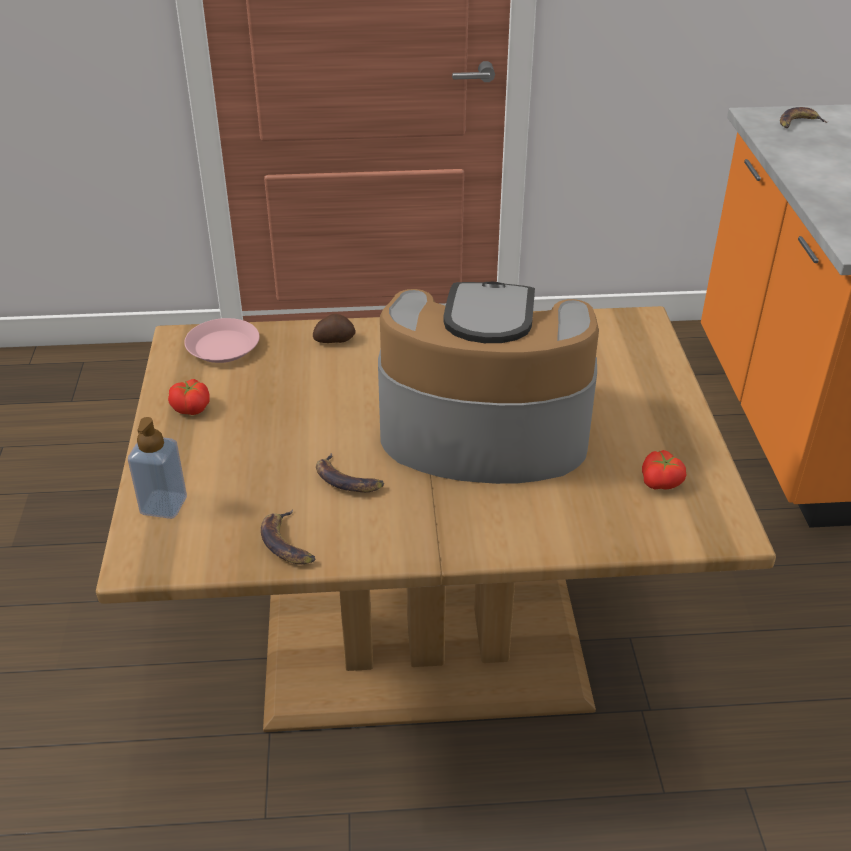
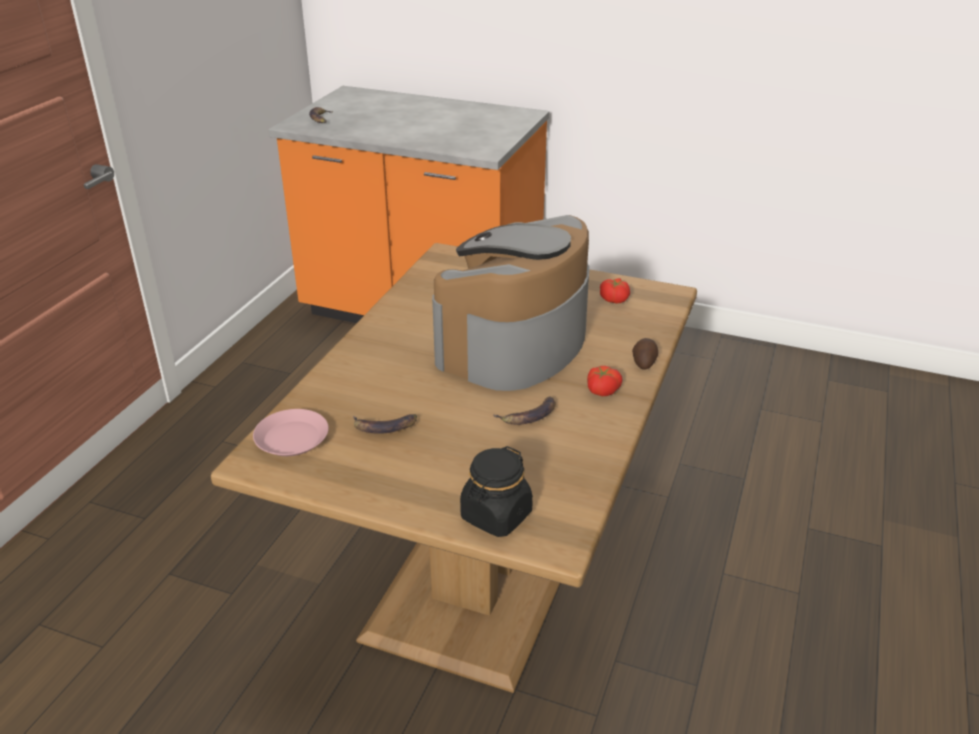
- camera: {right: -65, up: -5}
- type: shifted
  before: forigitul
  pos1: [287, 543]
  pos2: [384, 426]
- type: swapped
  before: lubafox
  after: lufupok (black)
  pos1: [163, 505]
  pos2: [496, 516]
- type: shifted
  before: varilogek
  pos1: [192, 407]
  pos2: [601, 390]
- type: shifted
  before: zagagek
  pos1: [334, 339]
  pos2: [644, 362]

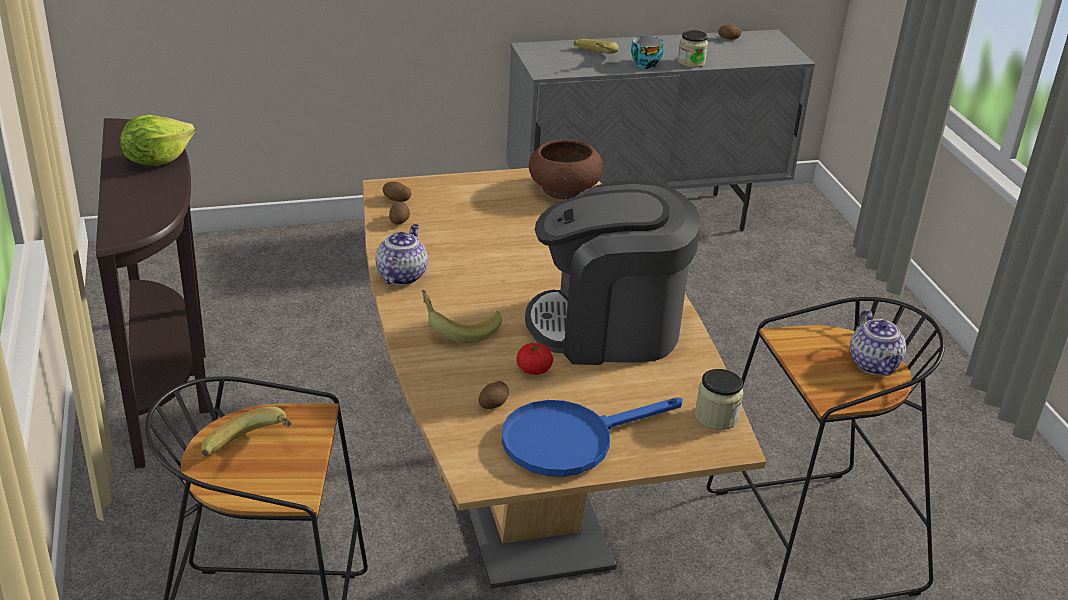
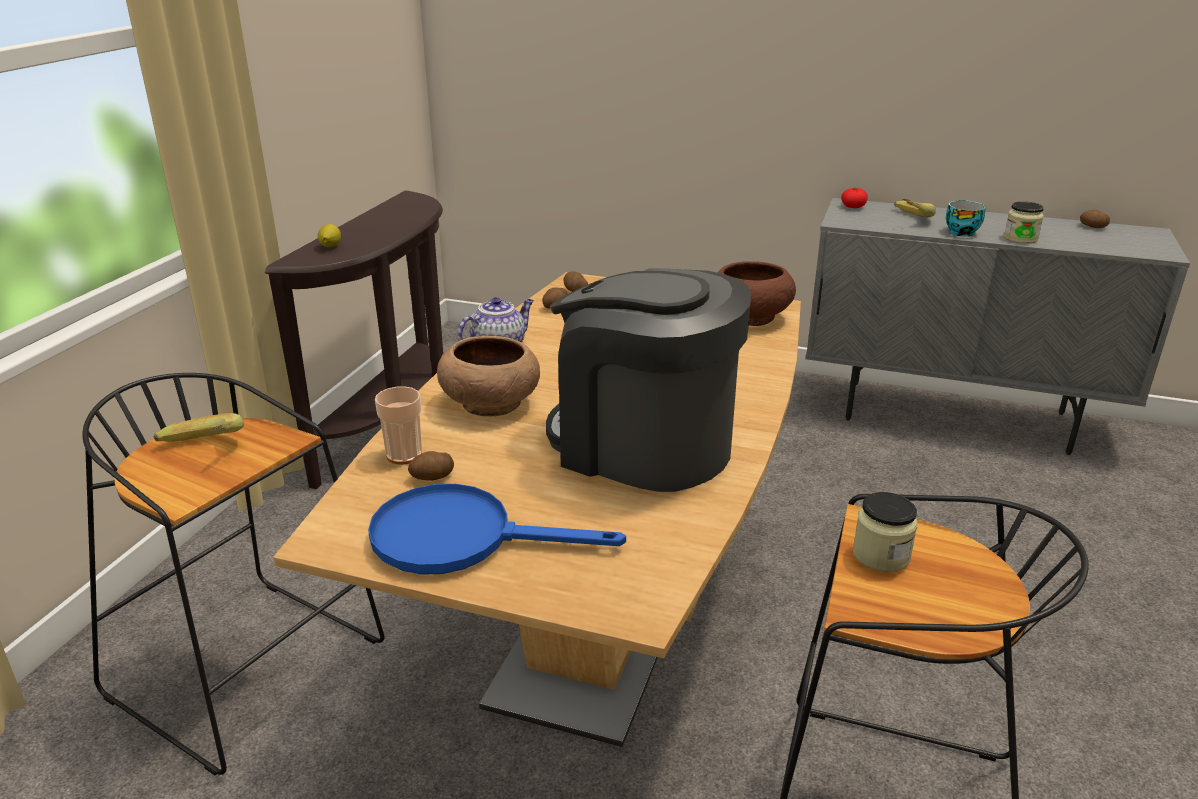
- camera: {right: 35, up: -5}
- type: new
  after: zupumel
  pos2: [330, 247]
- type: new
  after: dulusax
  pos2: [404, 455]
- type: swapped
  before: forigitul
  after: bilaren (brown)
  pos1: [459, 328]
  pos2: [491, 403]
- type: shifted
  before: varilogek
  pos1: [534, 369]
  pos2: [853, 207]
- type: shifted
  before: lufupok
  pos1: [716, 417]
  pos2: [881, 555]
- type: gone
  before: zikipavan
  pos1: [156, 160]
- type: gone
  before: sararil
  pos1: [874, 365]

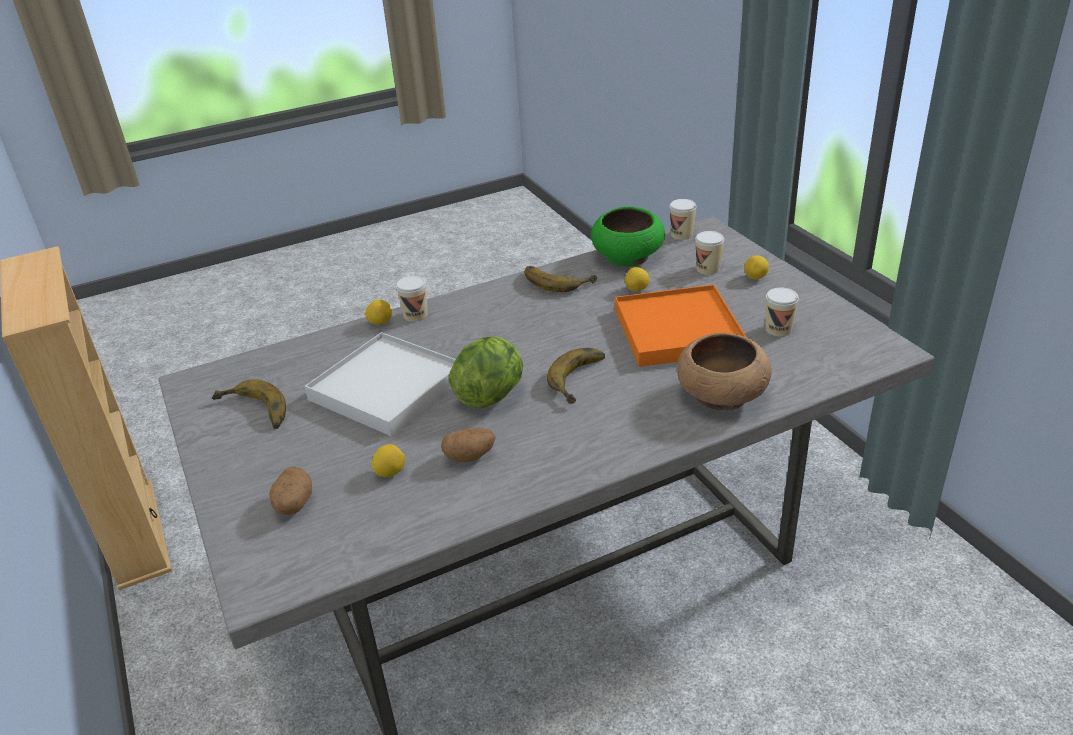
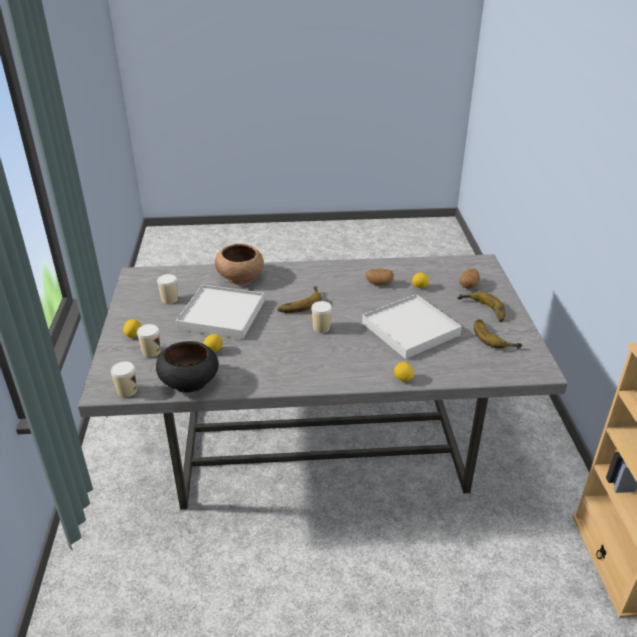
- camera: {right: -160, up: 0}
- type: repainted
  before: bilaren (green)
  after: bilaren (black)
  pos1: [628, 257]
  pos2: [189, 381]
- type: repainted
  before: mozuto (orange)
  after: mozuto (white)
  pos1: [678, 330]
  pos2: [221, 315]
- type: shifted
  before: dulusax
  pos1: [415, 315]
  pos2: [321, 328]
- type: shifted
  before: forigitul
  pos1: [558, 280]
  pos2: [481, 310]
- type: gone
  before: zikipavan
  pos1: [491, 395]

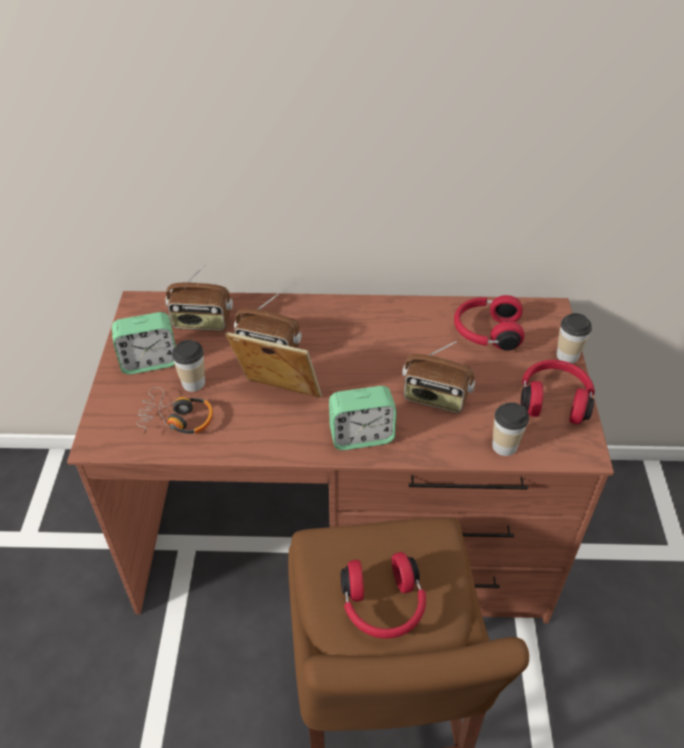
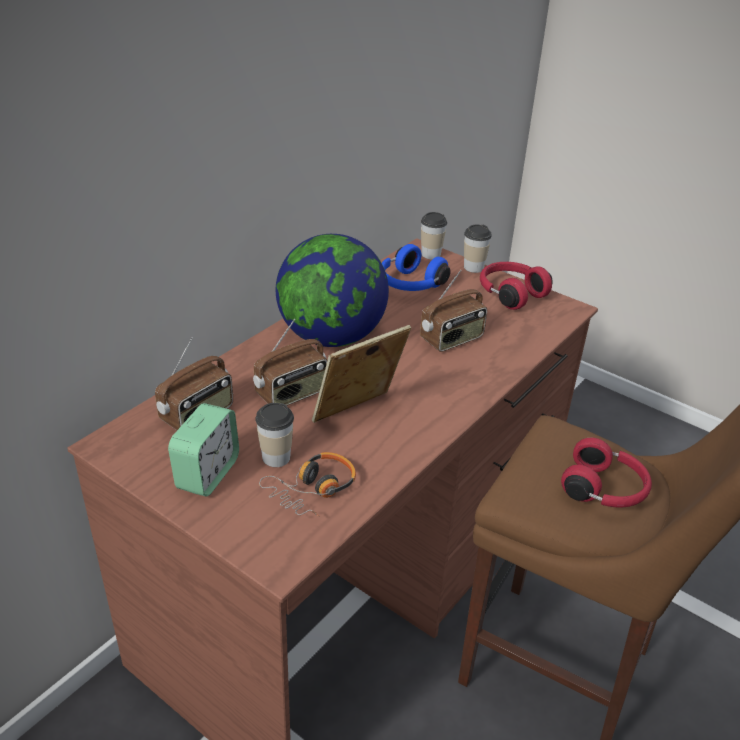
- camera: {right: -55, up: -10}
- type: new
  after: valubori
  pos2: [331, 337]
- type: repainted
  before: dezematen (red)
  after: dezematen (blue)
  pos1: [486, 332]
  pos2: [410, 284]
- type: shifted
  before: dulusax
  pos1: [504, 446]
  pos2: [431, 254]
- type: gone
  before: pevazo
  pos1: [361, 436]

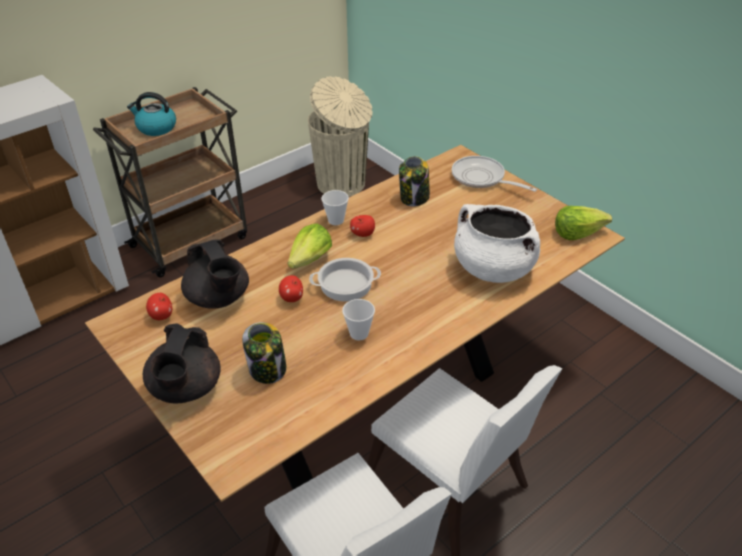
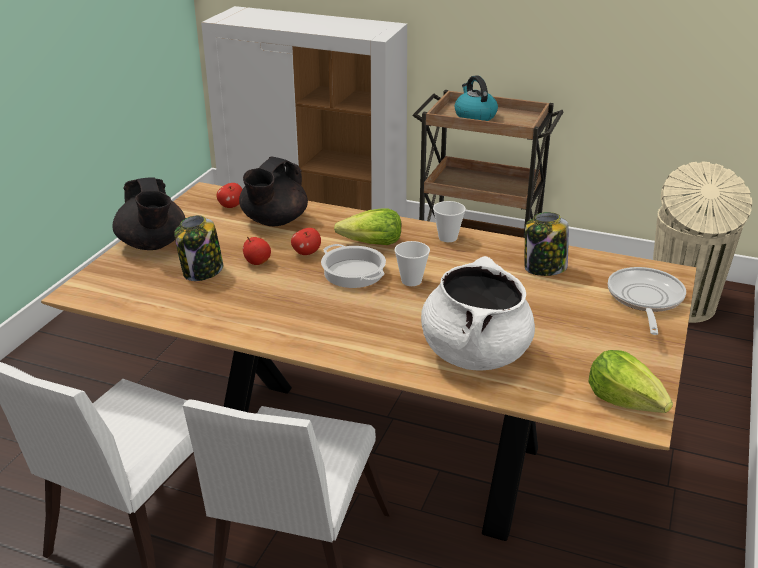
- camera: {right: 60, up: -10}
- type: rotated
  before: sararil (black)
  pos1: [185, 389]
  pos2: [153, 244]
  turn: -90
- type: shifted
  before: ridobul
  pos1: [363, 234]
  pos2: [257, 262]
- type: shifted
  before: dulusax
  pos1: [359, 333]
  pos2: [411, 281]

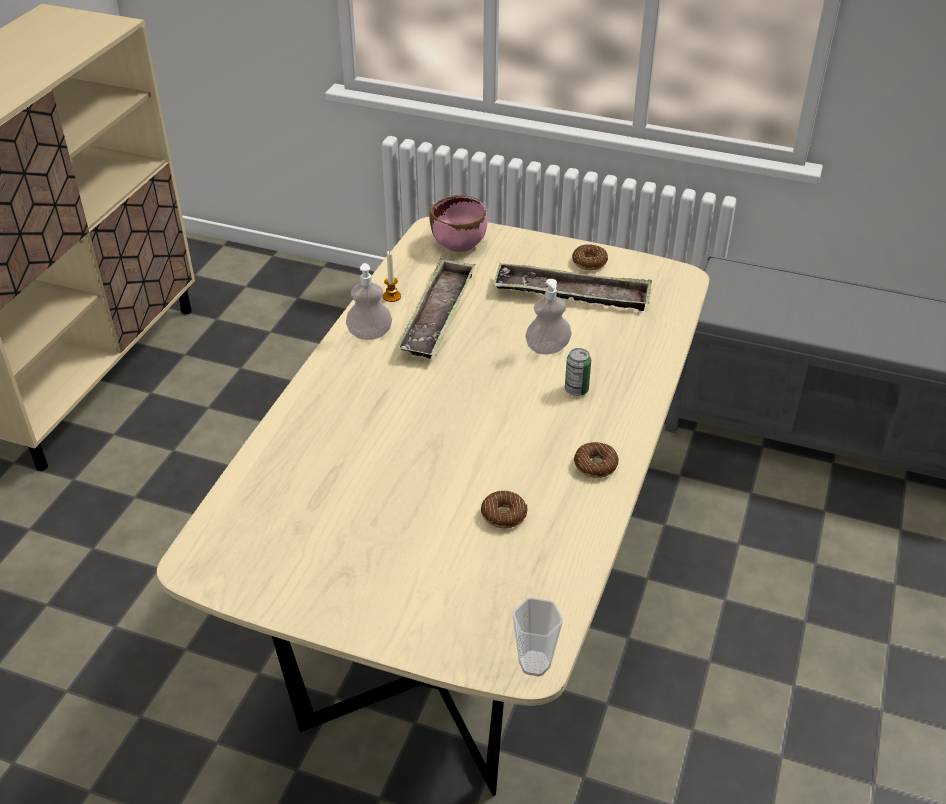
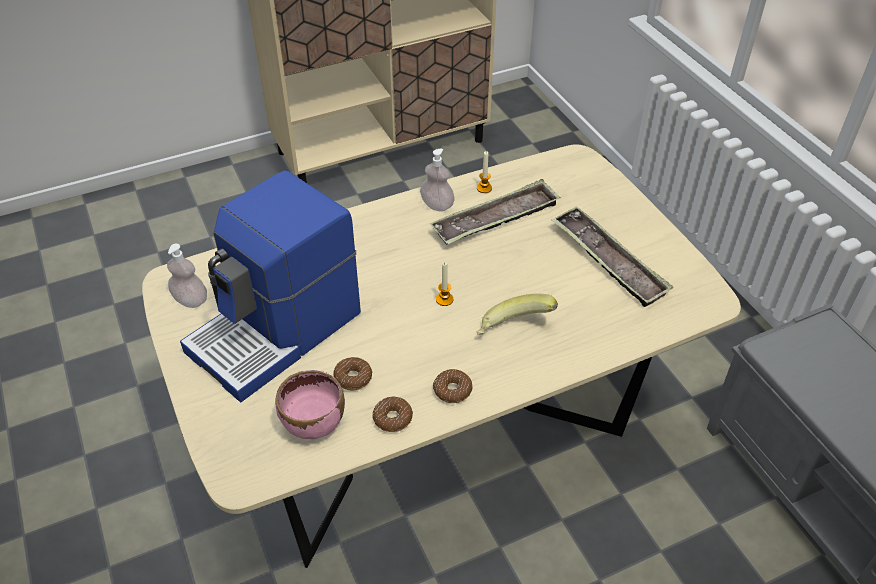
- camera: {right: 45, up: 5}
- type: shifted
  before: lubafox
  pos1: [547, 348]
  pos2: [190, 300]
- type: new
  after: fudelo
  pos2: [277, 332]
- type: shifted
  before: bilaren (pink)
  pos1: [459, 243]
  pos2: [313, 423]
- type: shifted
  before: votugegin
  pos1: [589, 262]
  pos2: [393, 418]
- type: new
  after: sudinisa
  pos2: [444, 299]
- type: swapped
  before: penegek
  after: forigitul
  pos1: [576, 390]
  pos2: [514, 330]
- type: gone
  before: dulusax
  pos1: [534, 663]

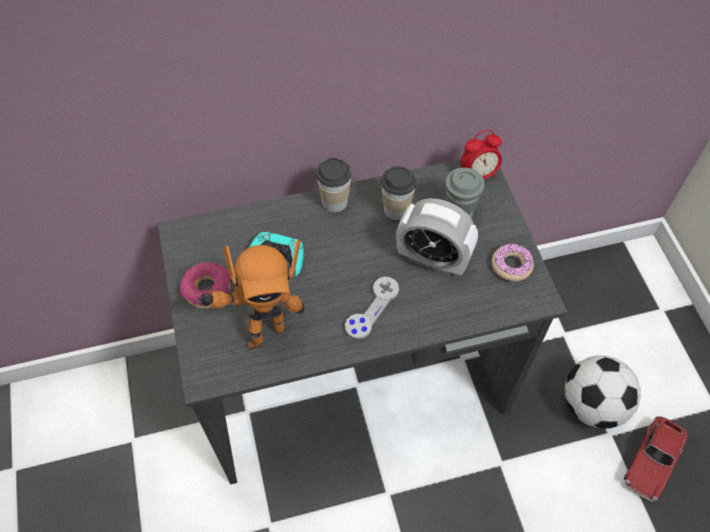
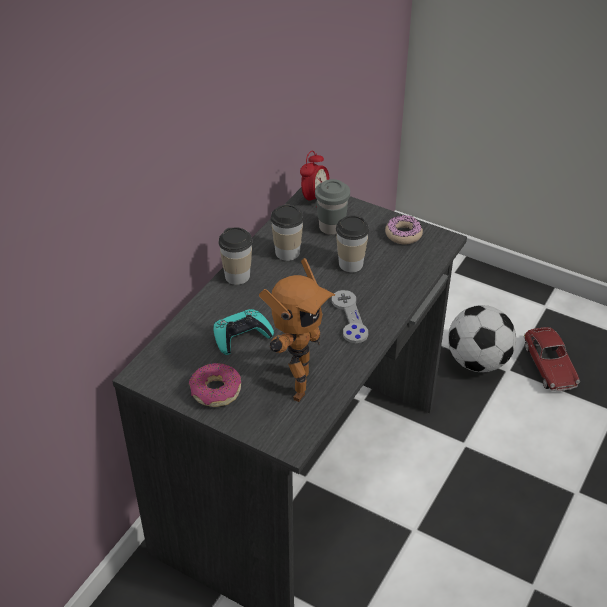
- camera: {right: -45, up: -15}
- type: swapped
  before: pevazo
  after: dulusax
  pos1: [432, 259]
  pos2: [350, 264]

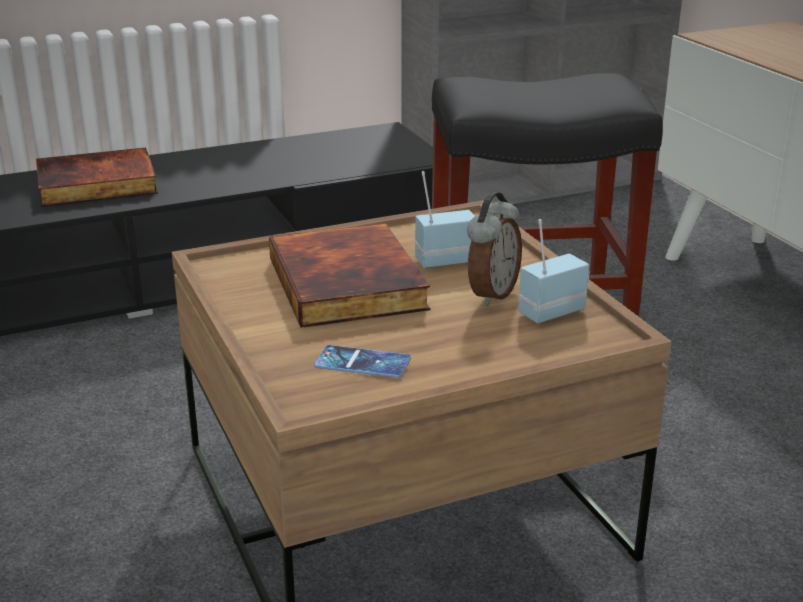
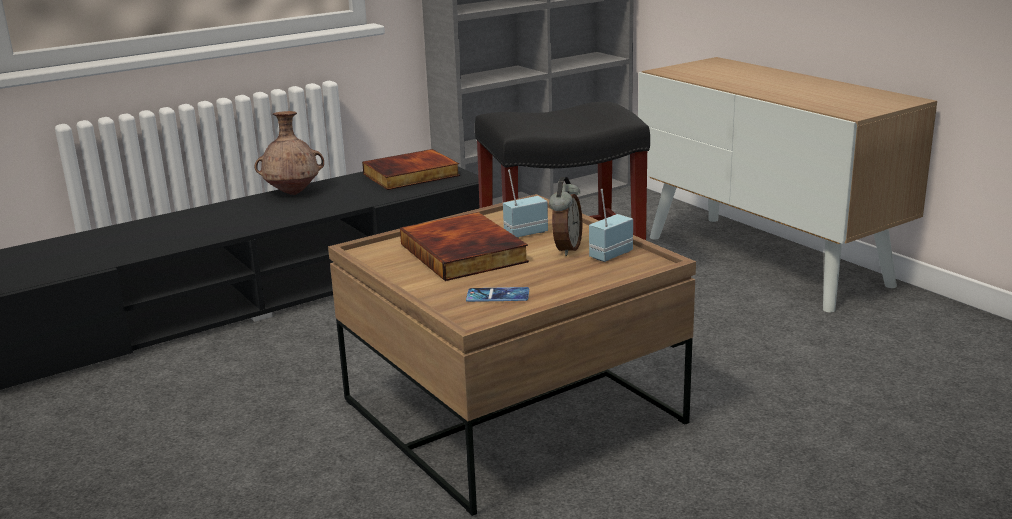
- camera: {right: -10, up: -5}
- type: new
  after: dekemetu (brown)
  pos2: [293, 192]
- type: shifted
  before: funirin
  pos1: [96, 185]
  pos2: [411, 175]

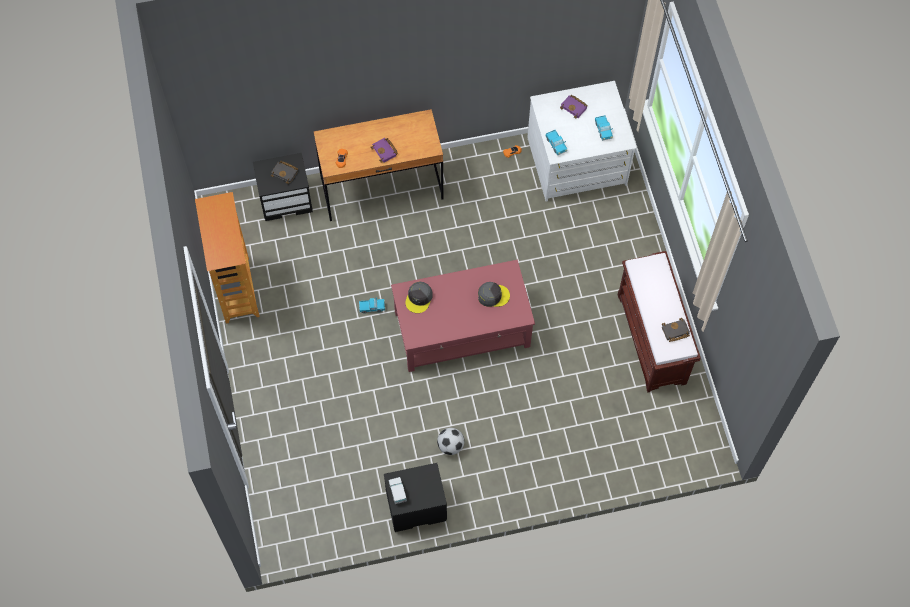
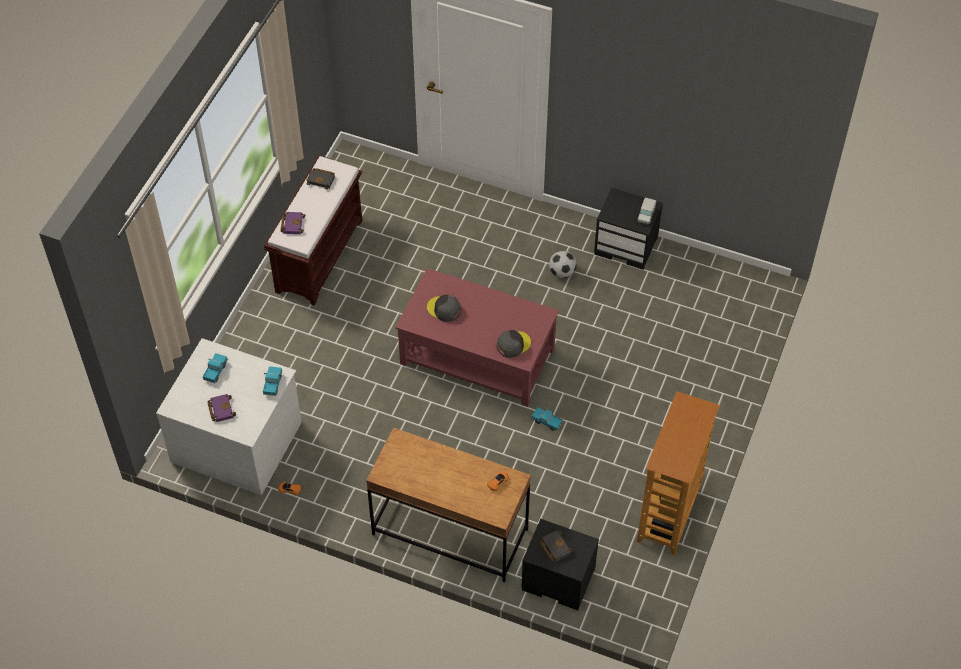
- camera: {right: -145, up: -10}
- type: shifted
  before: funirin (purple)
  pos1: [385, 151]
  pos2: [292, 224]

